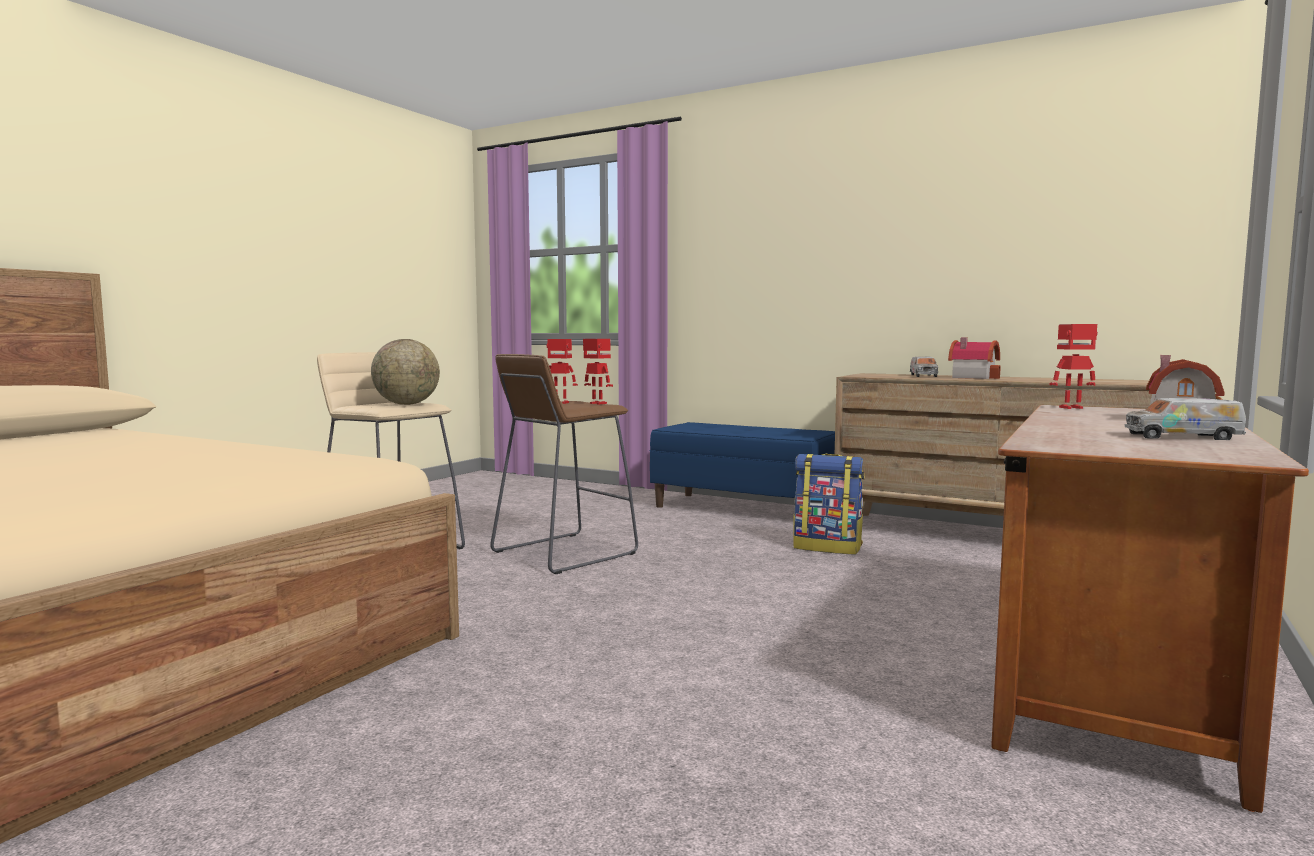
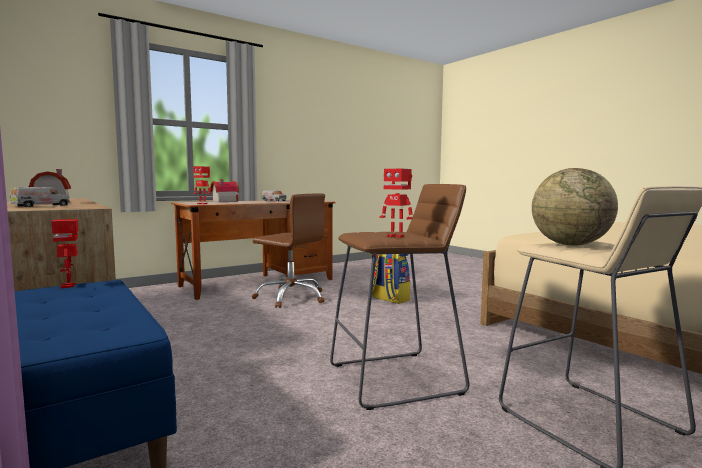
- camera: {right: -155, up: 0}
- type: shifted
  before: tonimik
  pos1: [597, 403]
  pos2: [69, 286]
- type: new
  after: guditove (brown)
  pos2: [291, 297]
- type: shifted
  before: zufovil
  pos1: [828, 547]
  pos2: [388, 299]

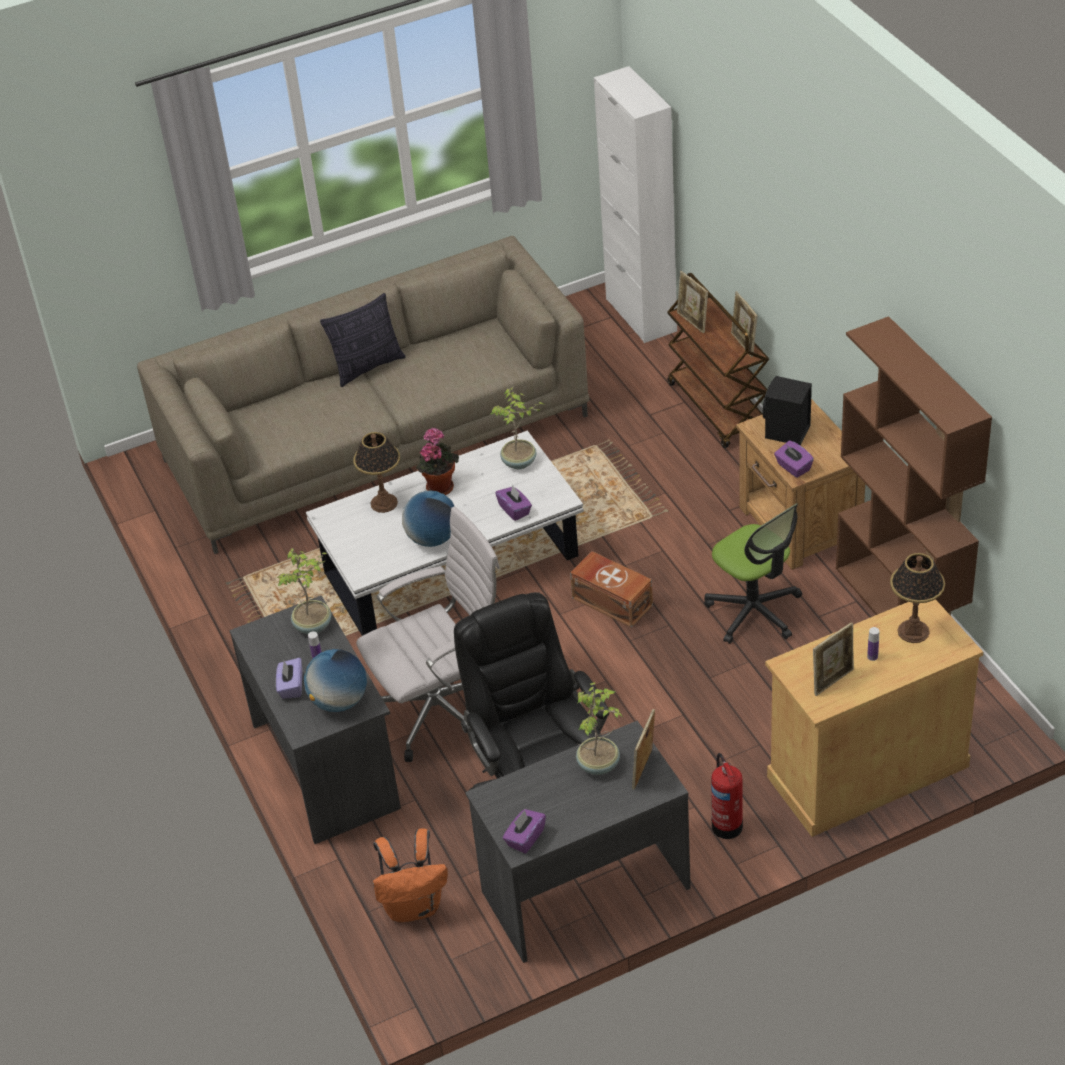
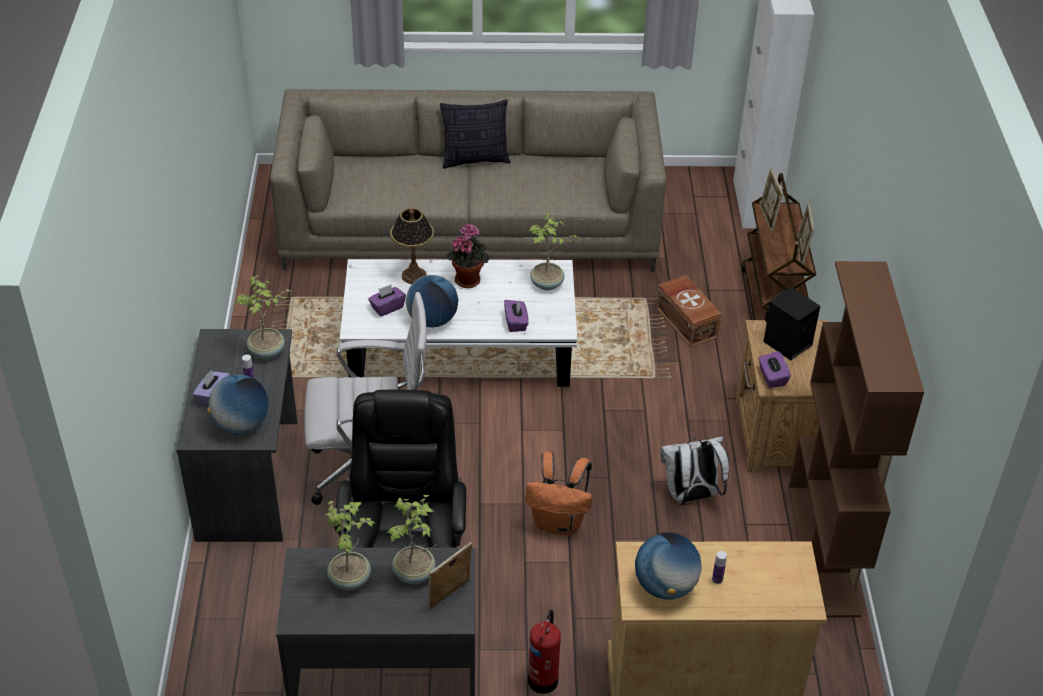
- camera: {right: 20, up: 0}
- type: new
  after: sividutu
  pos2: [350, 578]
- type: shifted
  before: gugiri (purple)
  pos1: [525, 838]
  pos2: [387, 307]
- type: shifted
  before: zufovil (orange)
  pos1: [414, 906]
  pos2: [559, 522]
- type: swapped
  before: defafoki
  after: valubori
  pos1: [832, 680]
  pos2: [665, 586]
- type: shifted
  before: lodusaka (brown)
  pos1: [612, 600]
  pos2: [687, 321]
- type: swapped
  before: guditove
  after: zufovil (white)
  pos1: [754, 611]
  pos2: [690, 496]
- type: gone
  before: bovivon
  pos1: [913, 631]

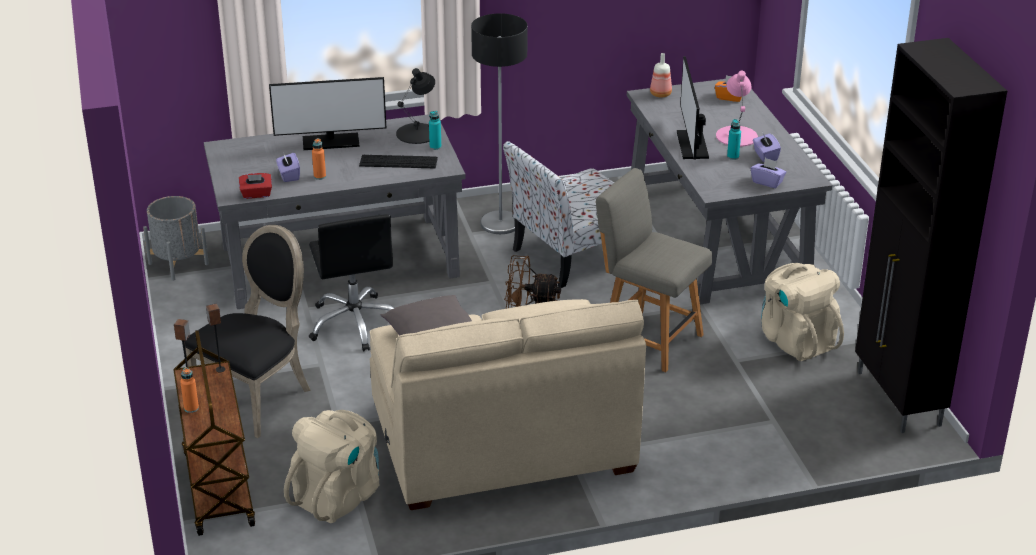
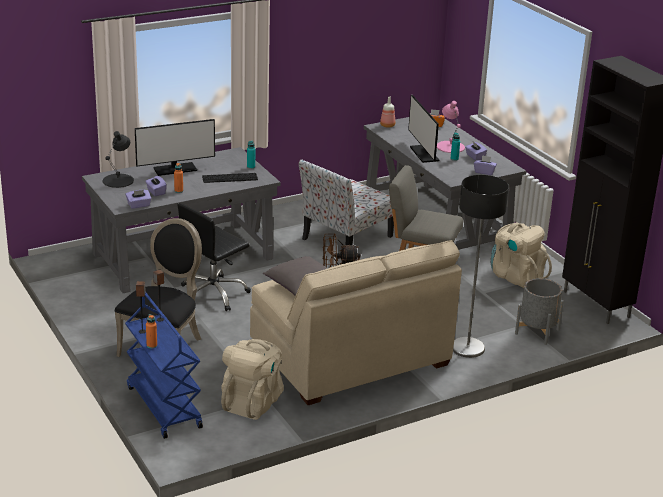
- camera: {right: -15, up: -5}
- type: shifted
  before: bovivon (black)
  pos1: [417, 133]
  pos2: [118, 180]
- type: repainted
  before: gugiri (red)
  after: gugiri (purple)
  pos1: [256, 194]
  pos2: [139, 205]
- type: repainted
  before: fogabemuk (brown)
  after: fogabemuk (blue)
  pos1: [217, 487]
  pos2: [163, 407]
- type: rotated
  before: guditove (black)
  pos1: [355, 323]
  pos2: [213, 294]
  turn: 75
- type: shifted
  before: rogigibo
  pos1: [500, 223]
  pos2: [467, 348]
- type: shifted
  before: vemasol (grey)
  pos1: [178, 264]
  pos2: [537, 332]

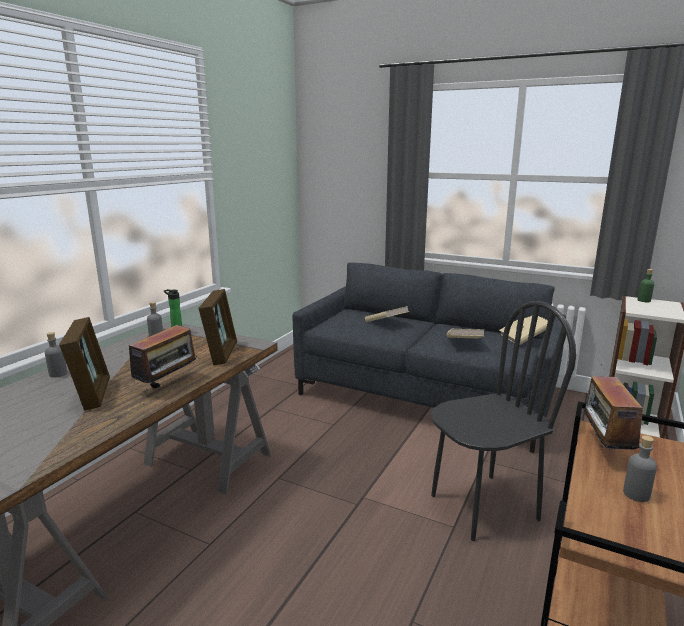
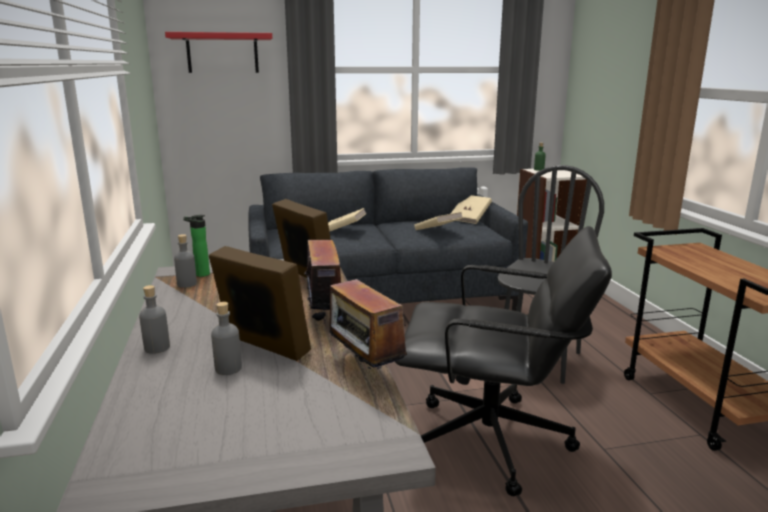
- camera: {right: -40, up: 0}
- type: new
  after: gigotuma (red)
  pos2: [222, 53]
- type: shifted
  before: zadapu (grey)
  pos1: [636, 494]
  pos2: [228, 368]
- type: shifted
  before: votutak
  pos1: [604, 449]
  pos2: [364, 371]
- type: new
  after: guditove (black)
  pos2: [491, 442]

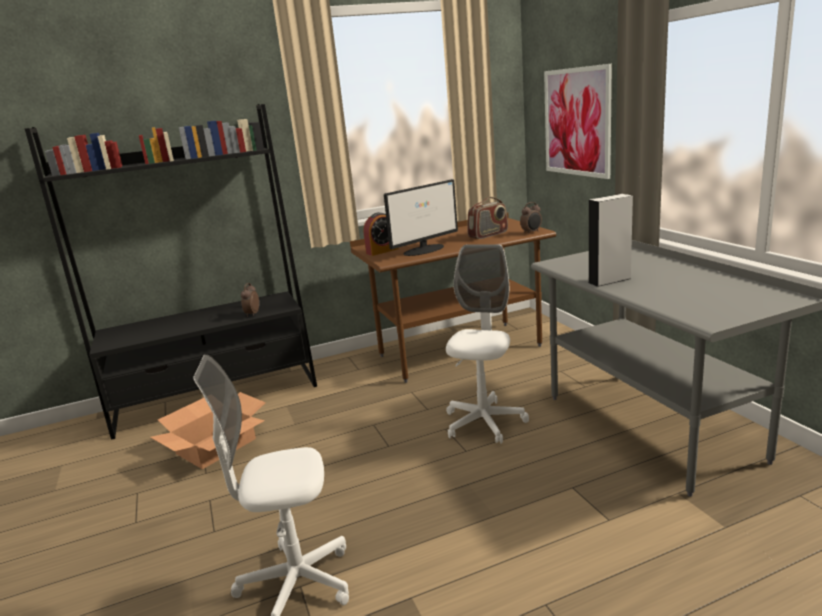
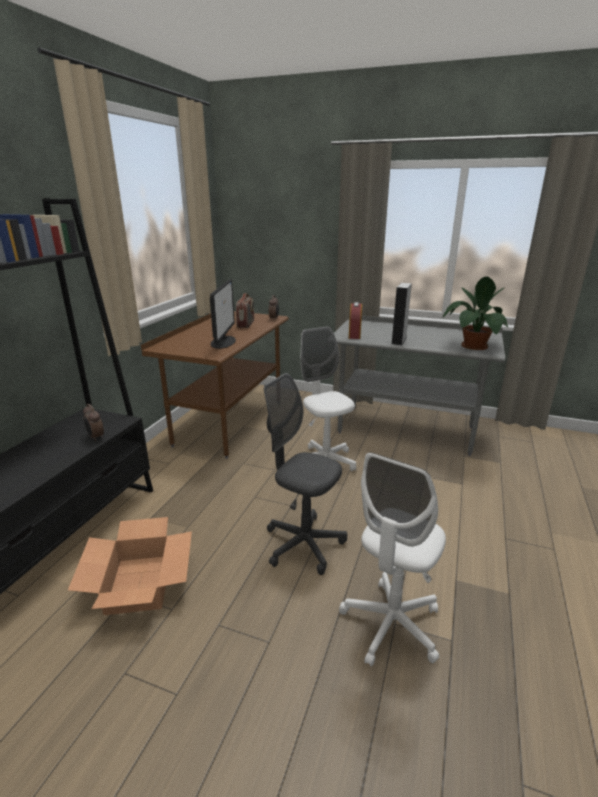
- camera: {right: -50, up: 5}
- type: new
  after: guditove (grey)
  pos2: [304, 544]
- type: shifted
  before: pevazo
  pos1: [382, 251]
  pos2: [354, 335]
- type: new
  after: sividutu
  pos2: [473, 346]
- type: gone
  before: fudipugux
  pos1: [577, 122]

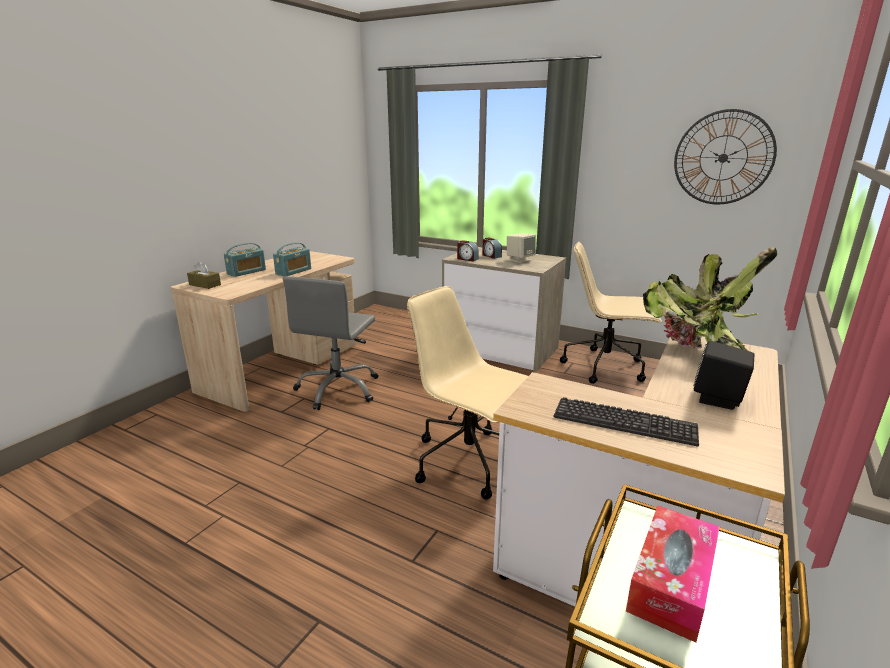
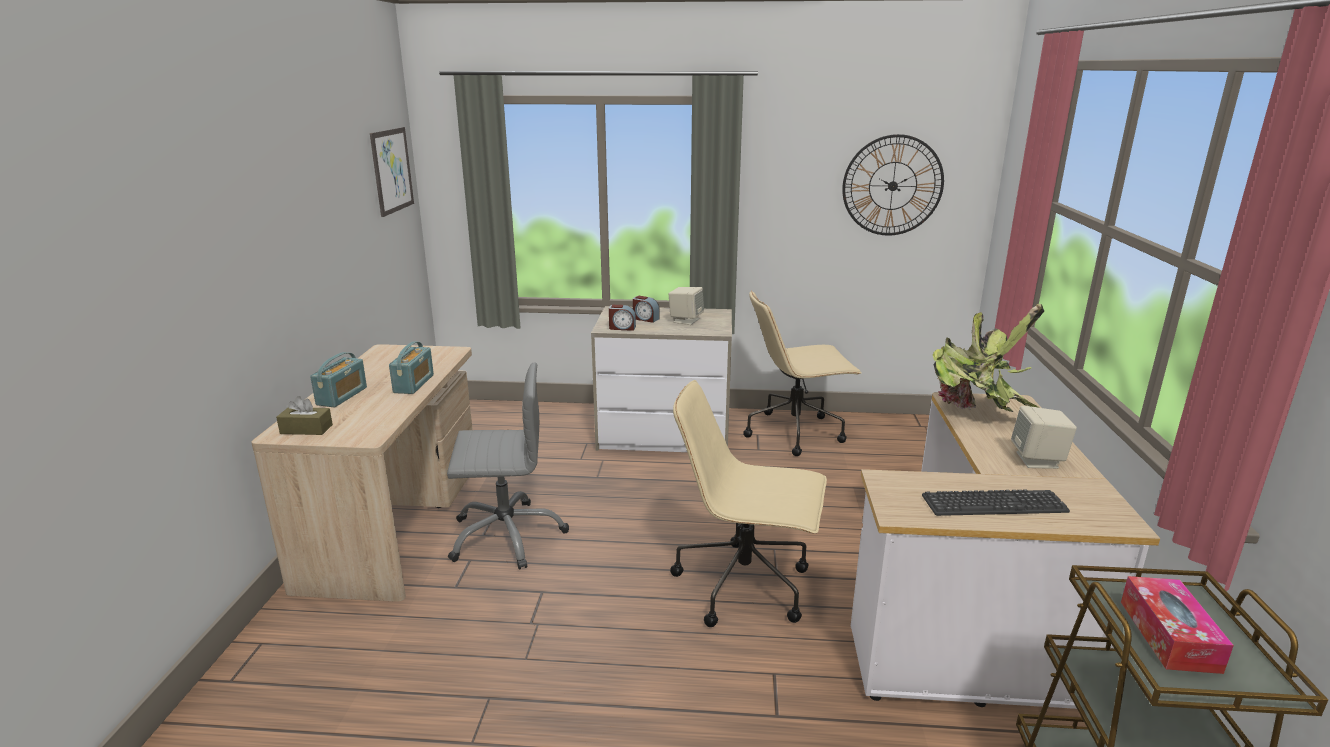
- camera: {right: -25, up: 0}
- type: new
  after: fudipugux
  pos2: [392, 170]
- type: rotated
  before: guditove (grey)
  pos1: [338, 389]
  pos2: [506, 535]
  turn: -90
- type: repainted
  before: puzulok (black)
  after: puzulok (beige)
  pos1: [718, 399]
  pos2: [1037, 460]

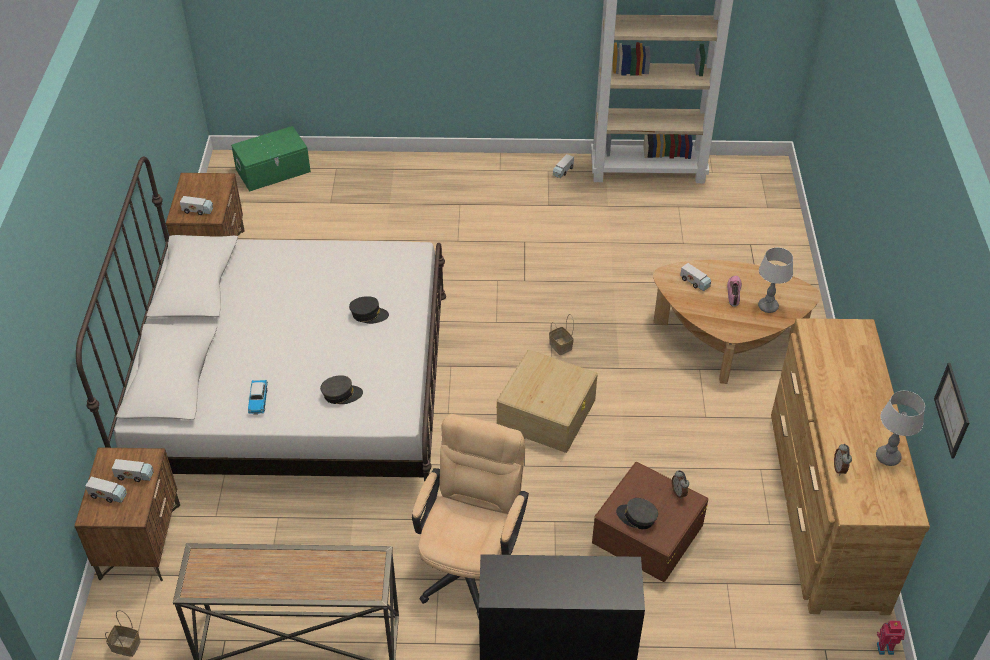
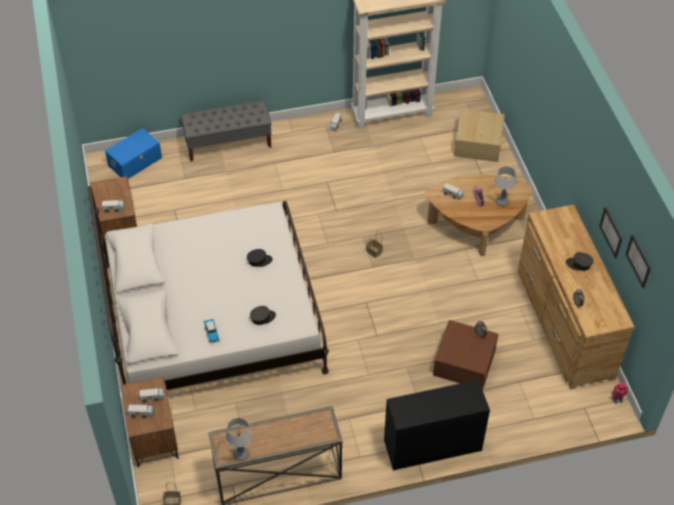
- camera: {right: -15, up: 5}
- type: repainted
  before: lodusaka (green)
  after: lodusaka (blue)
  pos1: [273, 171]
  pos2: [135, 162]
- type: new
  after: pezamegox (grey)
  pos2: [228, 143]
- type: shifted
  before: bovivon
  pos1: [887, 457]
  pos2: [241, 454]
- type: shifted
  before: lodusaka (beige)
  pos1: [546, 412]
  pos2: [478, 143]
- type: shifted
  before: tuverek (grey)
  pos1: [636, 517]
  pos2: [579, 264]
- type: new
  after: fudipugux
  pos2: [611, 232]
- type: gone
  before: guditove (beige)
  pos1: [471, 563]

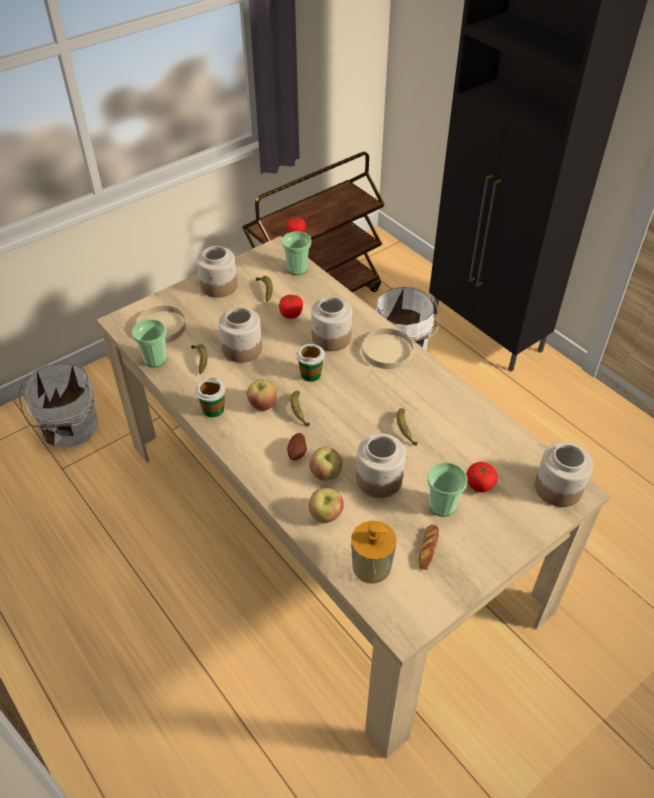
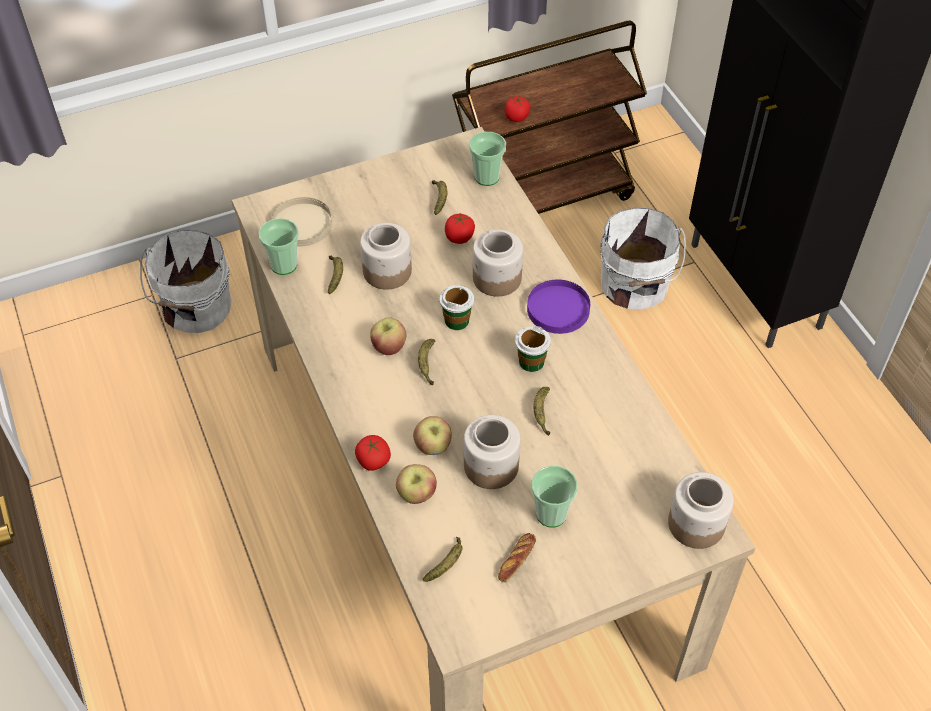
- camera: {right: 15, up: 5}
- type: shifted
  before: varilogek
  pos1: [479, 484]
  pos2: [373, 460]
- type: swapped
  before: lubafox
  after: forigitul
  pos1: [371, 566]
  pos2: [447, 564]
- type: shifted
  before: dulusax
  pos1: [213, 409]
  pos2: [531, 362]
- type: repainted
  before: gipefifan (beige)
  after: gipefifan (purple)
  pos1: [387, 351]
  pos2: [558, 309]
- type: gone
  before: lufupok
  pos1: [219, 286]
- type: gone
  before: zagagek
  pos1: [297, 453]

